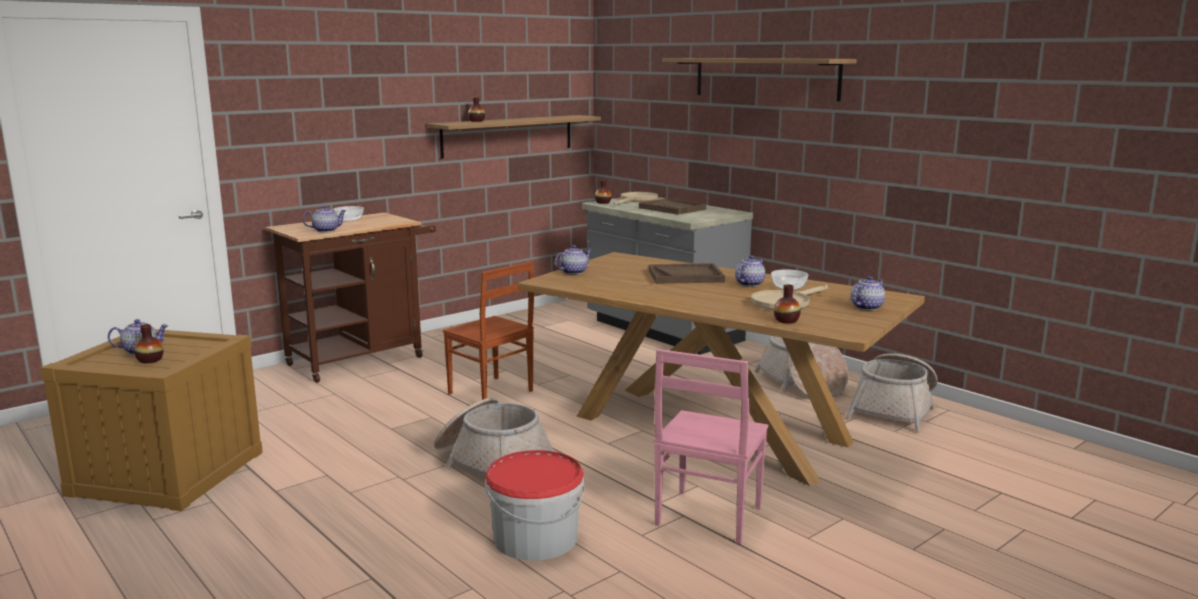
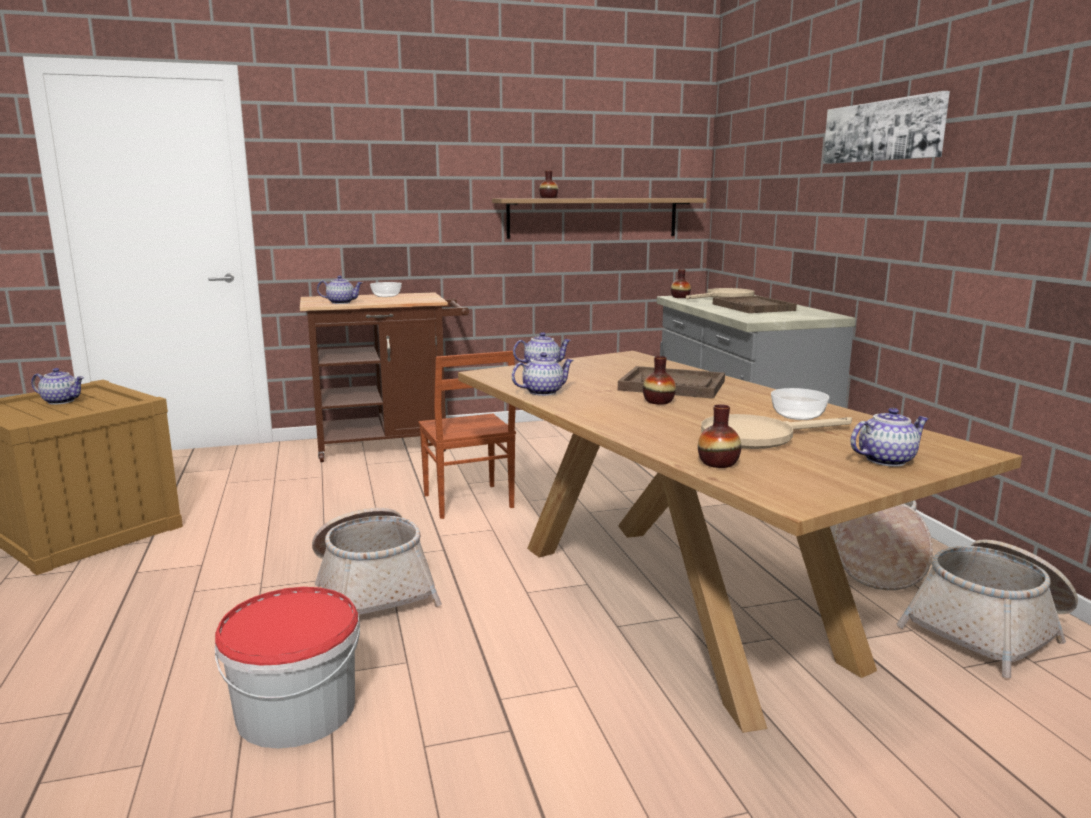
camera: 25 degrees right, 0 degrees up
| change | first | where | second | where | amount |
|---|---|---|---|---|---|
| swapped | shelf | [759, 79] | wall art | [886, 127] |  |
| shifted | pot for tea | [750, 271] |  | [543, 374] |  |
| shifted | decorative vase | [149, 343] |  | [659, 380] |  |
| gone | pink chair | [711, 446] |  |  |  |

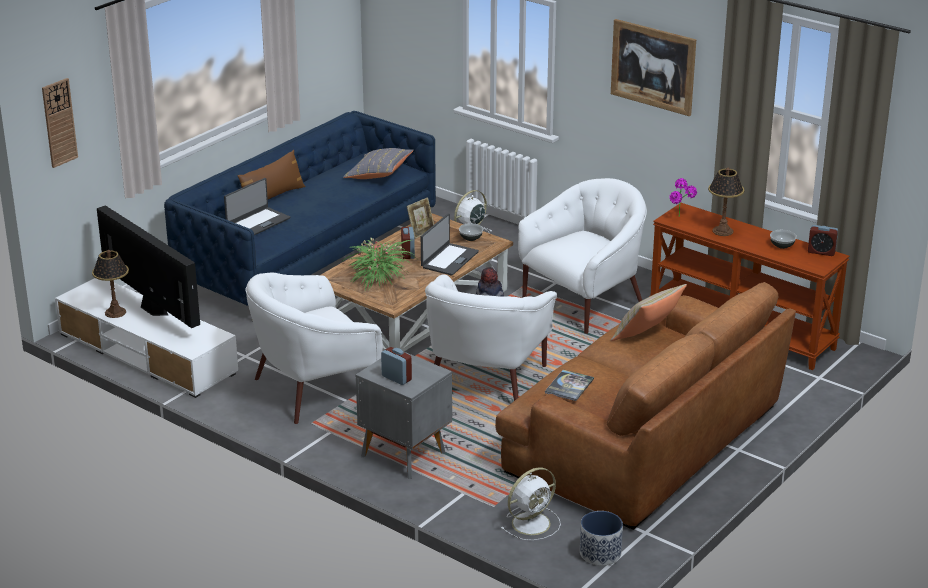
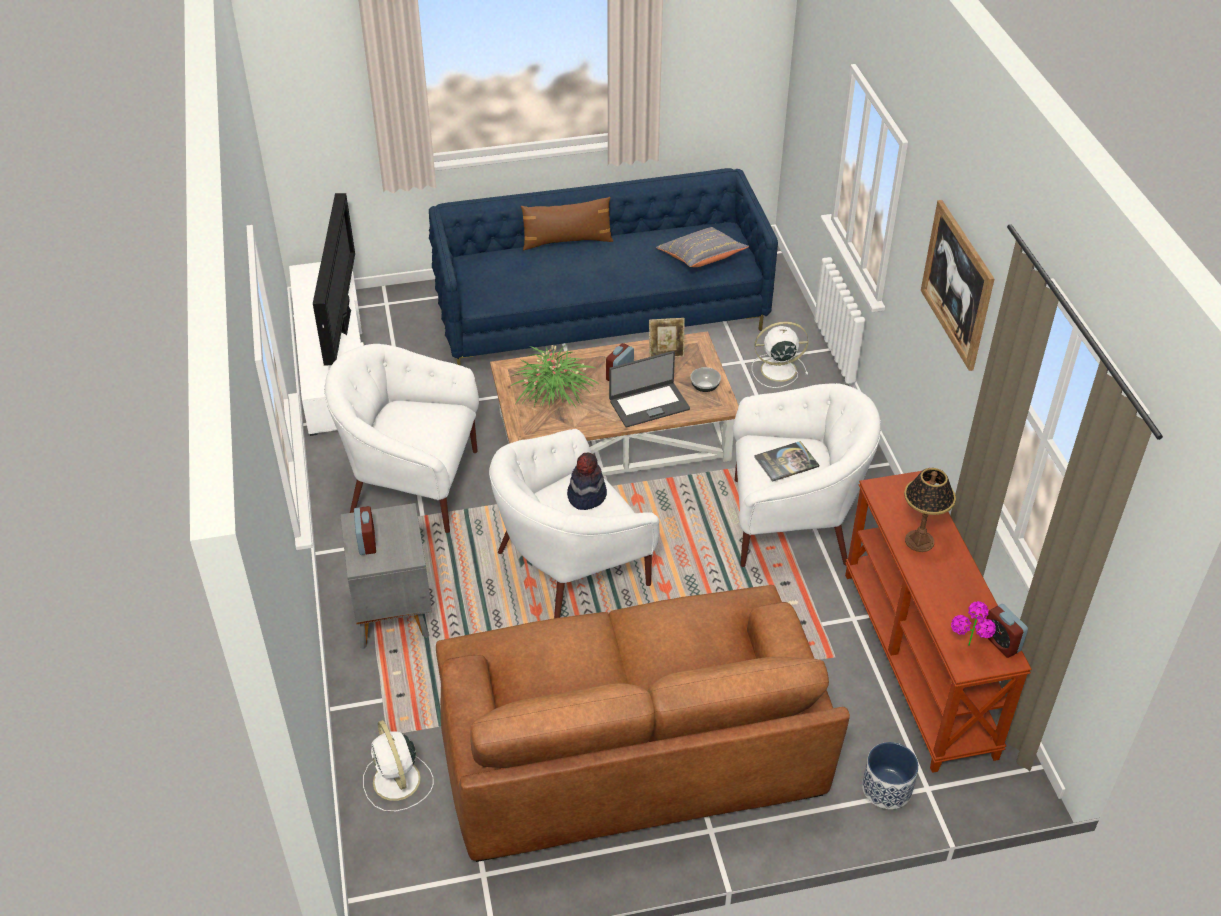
camera: 40 degrees right, 15 degrees up
| change | first | where | second | where | amount |
|---|---|---|---|---|---|
| gone | hanging clock | [60, 123] |  |  |  |
| gone | portable computer | [257, 206] |  |  |  |
| shifted | houseplant | [683, 197] |  | [973, 623] |  |
| gone | serving bowl | [783, 239] |  |  |  |
| gone | lamp for a table | [110, 284] |  |  |  |
| gone | beige pillow | [649, 312] |  |  |  |
| shifted | book | [569, 385] |  | [786, 461] |  |
| rotated | whitish cooling fan | [530, 504] |  | [398, 766] | 60 degrees clockwise |
| shifted | flower pot | [601, 538] |  | [890, 775] |  |

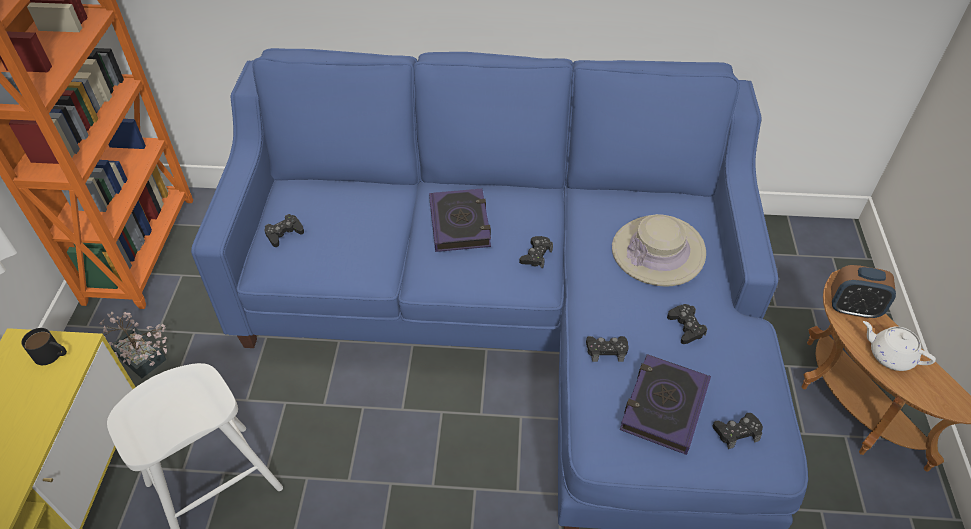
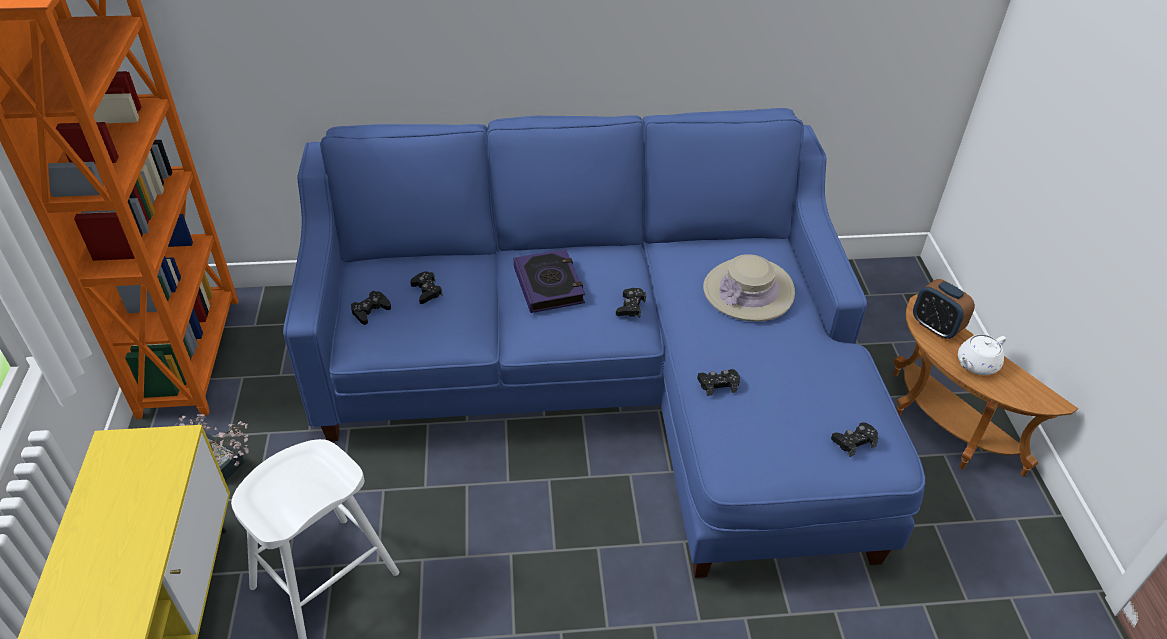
camera: 10 degrees left, 5 degrees down
| change | first | where | second | where | amount |
|---|---|---|---|---|---|
| rotated | table clock | [863, 292] |  | [944, 309] | 45 degrees clockwise |
| shifted | black-coloured joypad | [687, 324] |  | [426, 287] |  |
| rotated | whitish pot for tea | [899, 346] |  | [982, 354] | 60 degrees counterclockwise |
| gone | black-coloured coffee mug | [44, 346] |  |  |  |
| gone | book | [665, 404] |  |  |  |

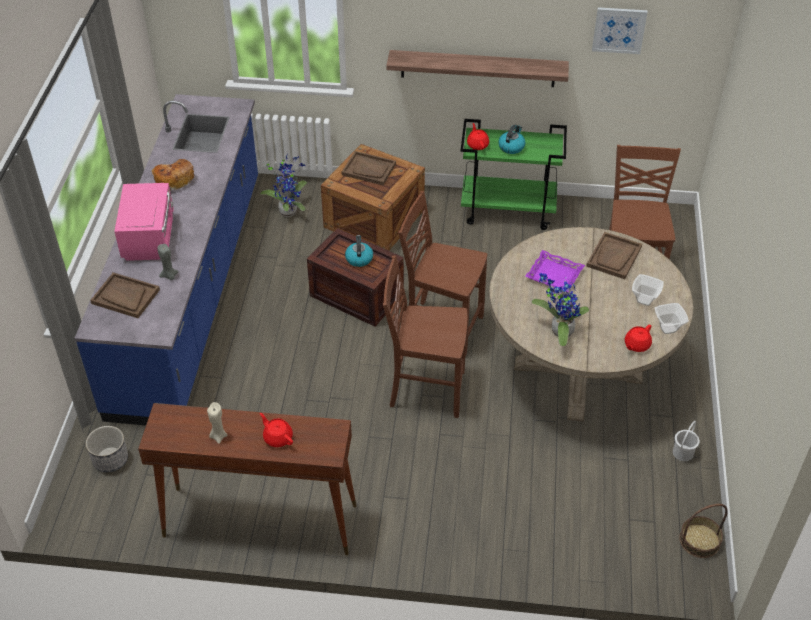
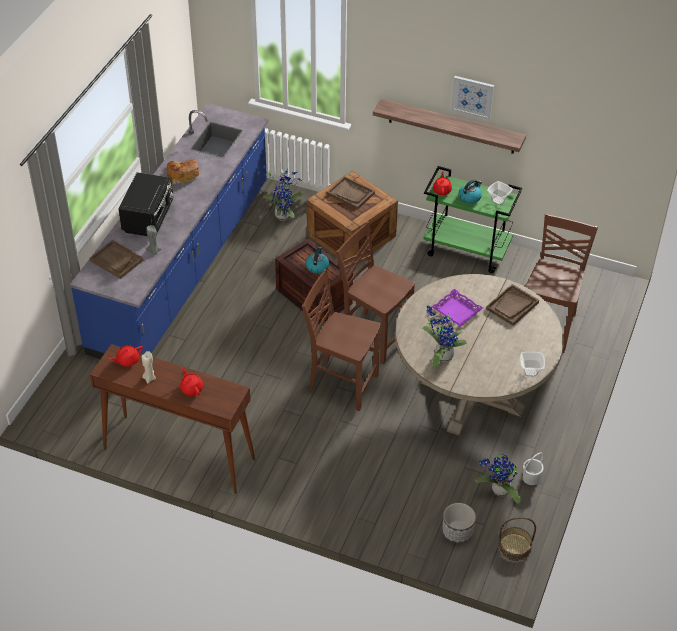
camera: 15 degrees right, 0 degrees up
| change | first | where | second | where | amount |
|---|---|---|---|---|---|
| shifted | wall art | [619, 30] |  | [472, 98] |  |
| repainted | pink microwave oven | [144, 222] | black-coloured microwave oven | [146, 204] |  |
| shifted | serving bowl | [648, 290] |  | [500, 193] |  |
| shifted | red pot for tea | [638, 338] |  | [126, 356] |  |
| shifted | flower pot | [107, 449] |  | [459, 523] |  |
| new |  |  | houseplant | [498, 477] |  |

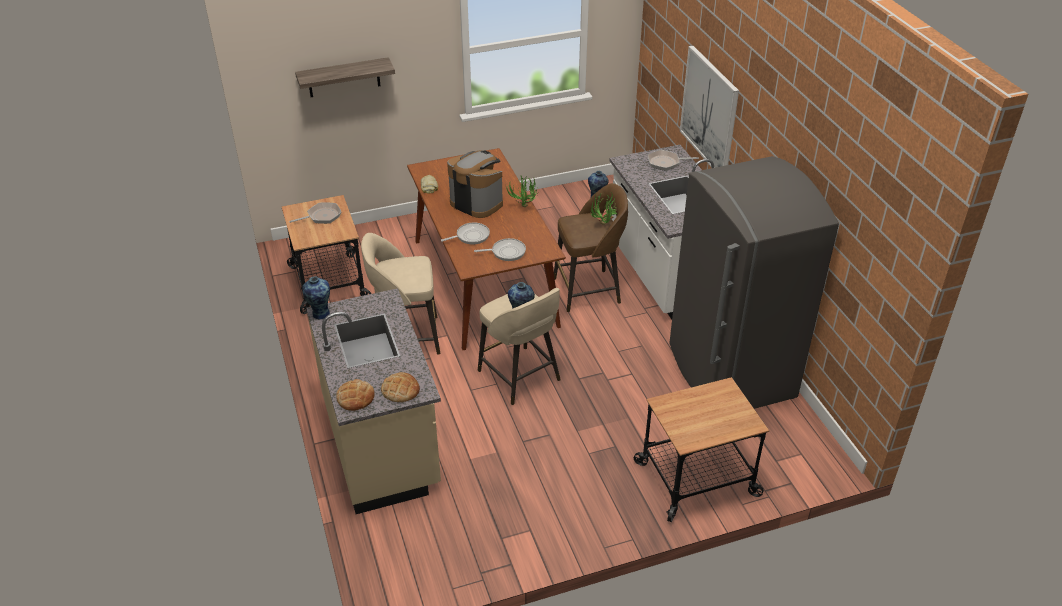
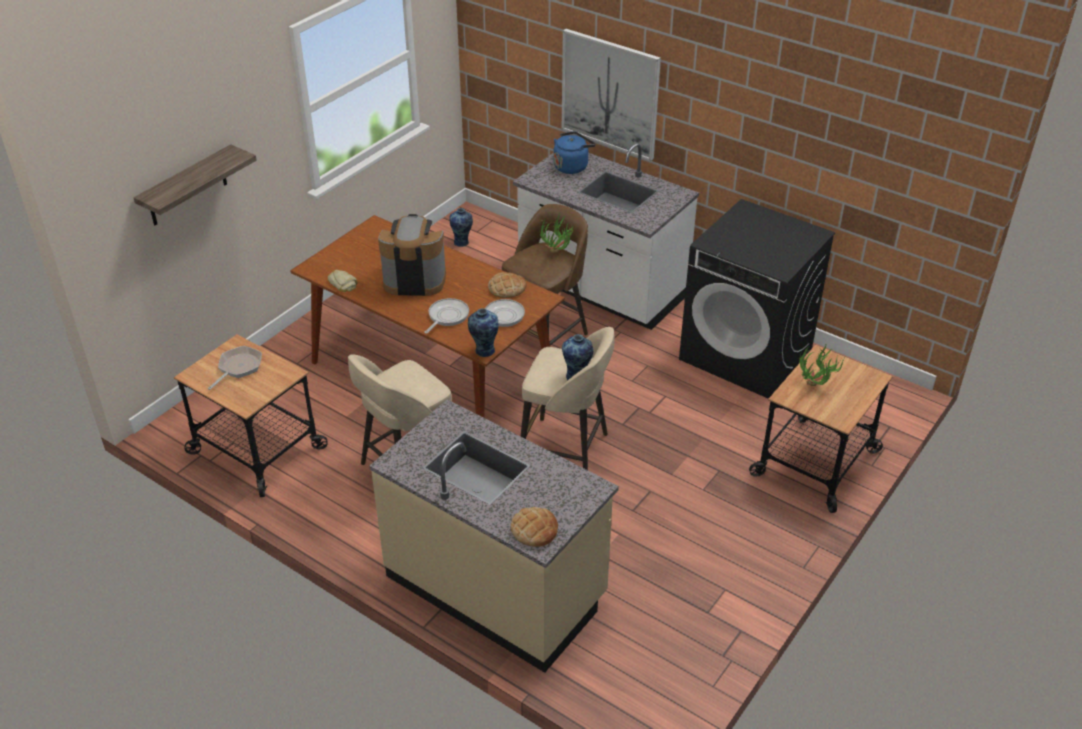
camera: 35 degrees left, 0 degrees up
| change | first | where | second | where | amount |
|---|---|---|---|---|---|
| swapped | pan | [673, 160] | blue water kettle | [574, 152] |  |
| swapped | greyish fridge | [754, 282] | black-coloured laundry appliance | [757, 299] |  |
| shifted | houseplant | [521, 191] |  | [821, 365] |  |
| shifted | decorative vase | [316, 298] |  | [483, 332] |  |
| shifted | bakery bread | [400, 387] |  | [507, 285] |  |

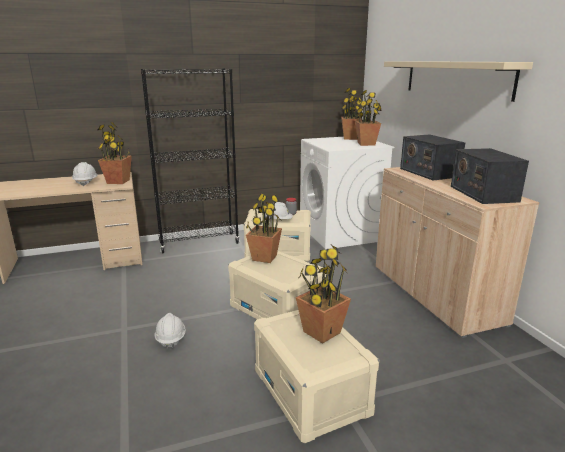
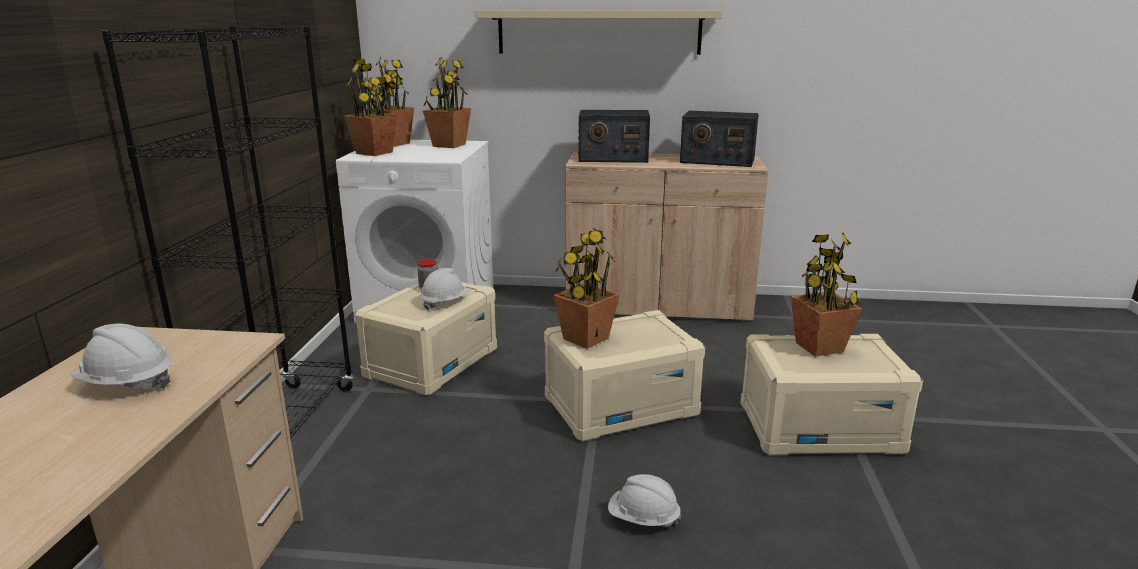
camera: 65 degrees left, 0 degrees up
| change | first | where | second | where | amount |
|---|---|---|---|---|---|
| shifted | houseplant | [115, 153] |  | [371, 107] |  |

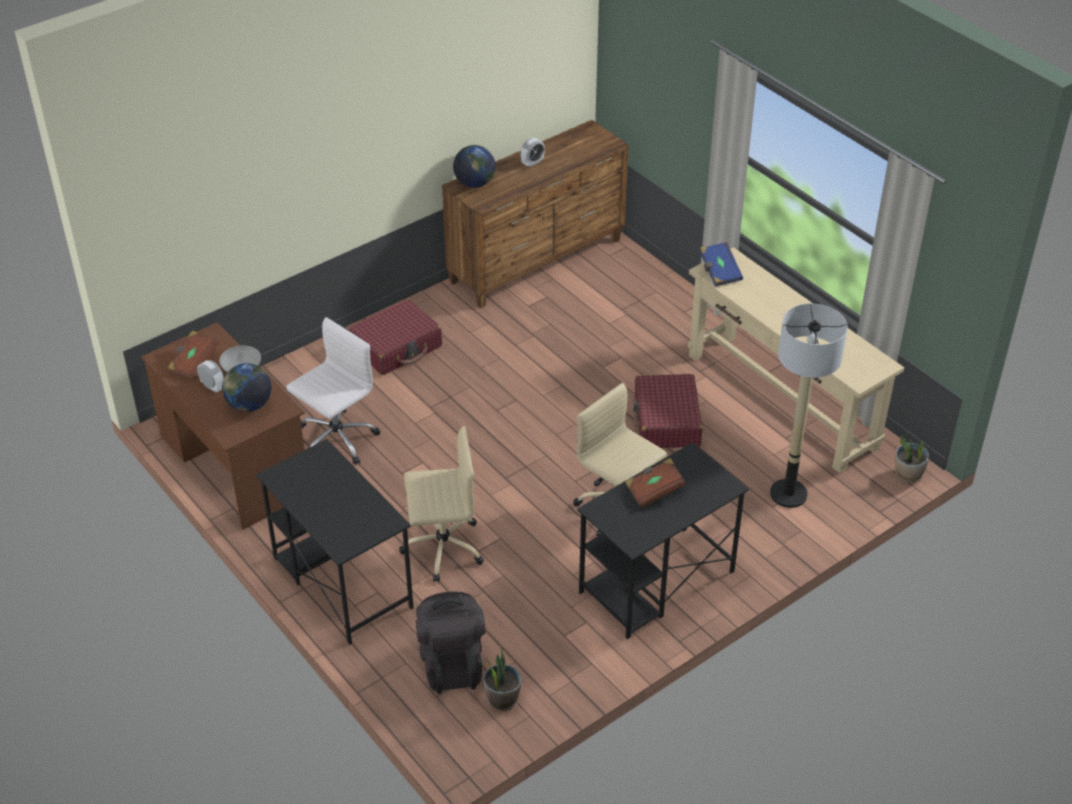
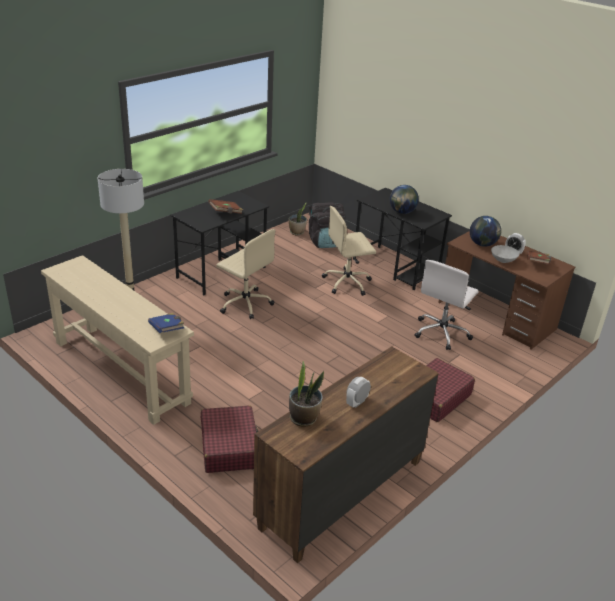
camera: 170 degrees right, 10 degrees down
| change | first | where | second | where | amount |
|---|---|---|---|---|---|
| shifted | world globe | [474, 166] |  | [404, 199] |  |
| shifted | red travel case | [668, 411] |  | [229, 439] |  |
| shifted | houseplant | [912, 459] |  | [306, 394] |  |

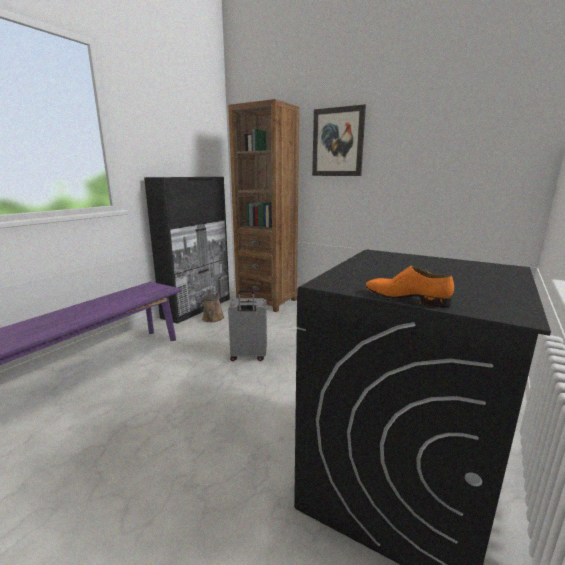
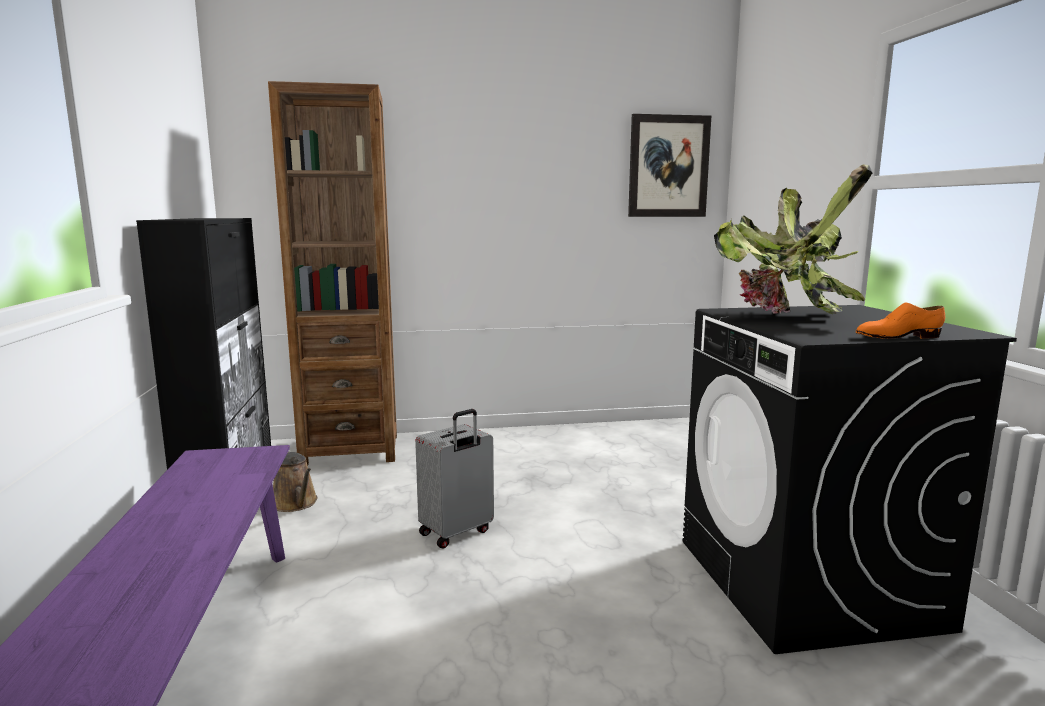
camera: 40 degrees left, 5 degrees down
| change | first | where | second | where | amount |
|---|---|---|---|---|---|
| shifted | wall art | [339, 140] |  | [669, 165] |  |
| new |  |  | houseplant | [793, 239] |  |

